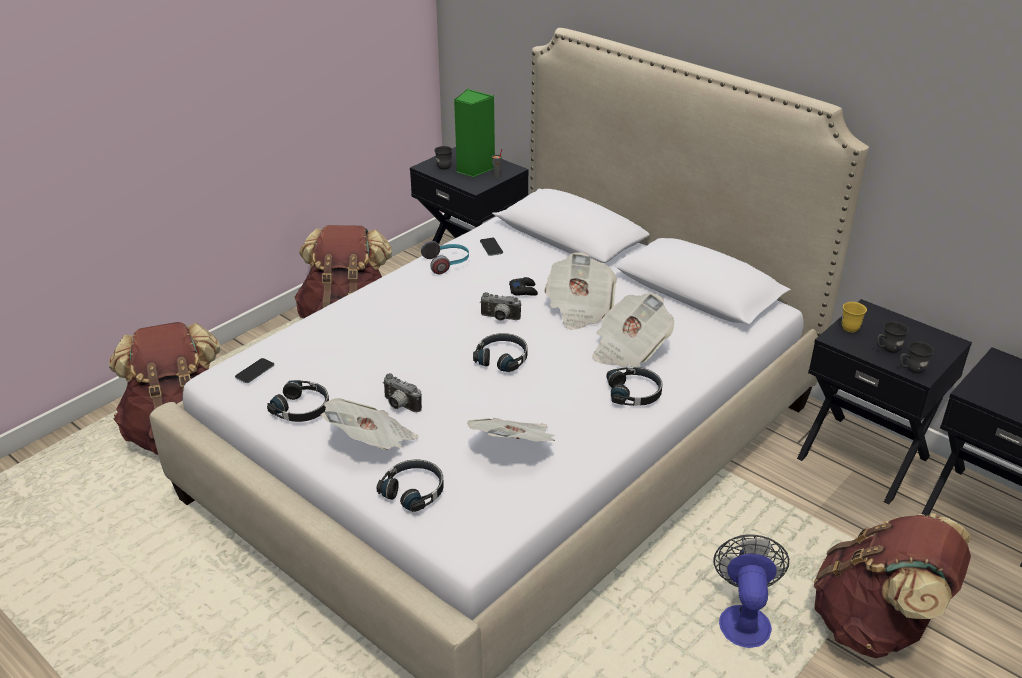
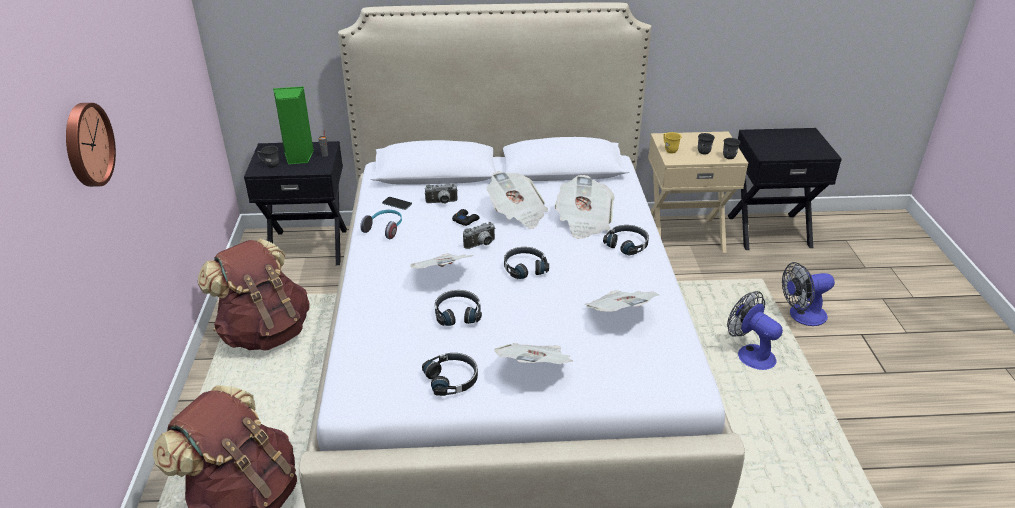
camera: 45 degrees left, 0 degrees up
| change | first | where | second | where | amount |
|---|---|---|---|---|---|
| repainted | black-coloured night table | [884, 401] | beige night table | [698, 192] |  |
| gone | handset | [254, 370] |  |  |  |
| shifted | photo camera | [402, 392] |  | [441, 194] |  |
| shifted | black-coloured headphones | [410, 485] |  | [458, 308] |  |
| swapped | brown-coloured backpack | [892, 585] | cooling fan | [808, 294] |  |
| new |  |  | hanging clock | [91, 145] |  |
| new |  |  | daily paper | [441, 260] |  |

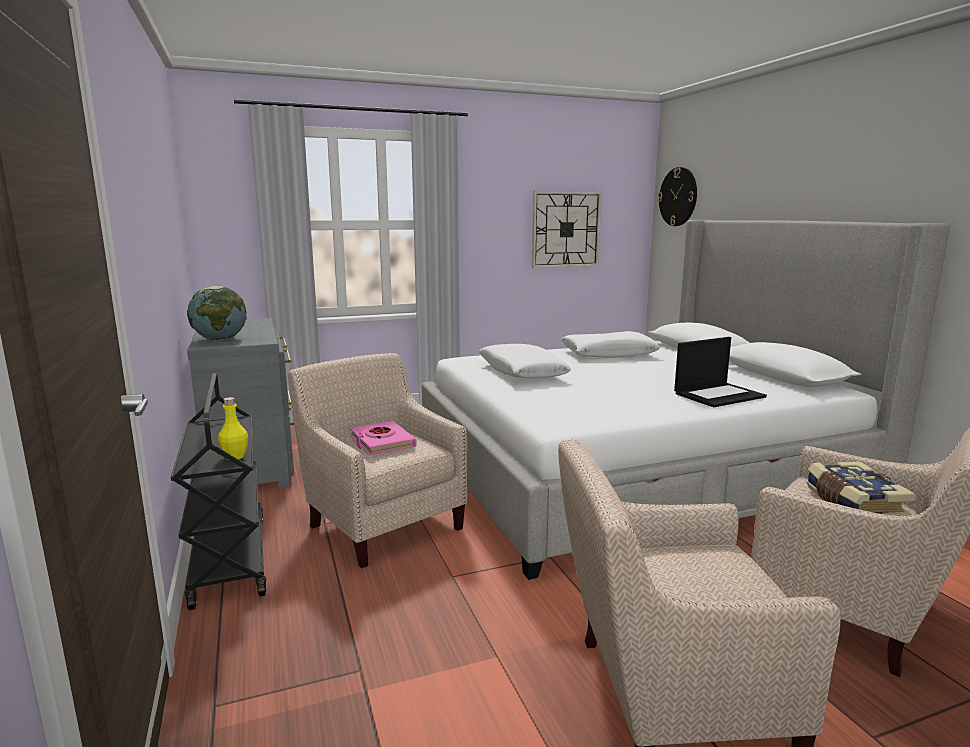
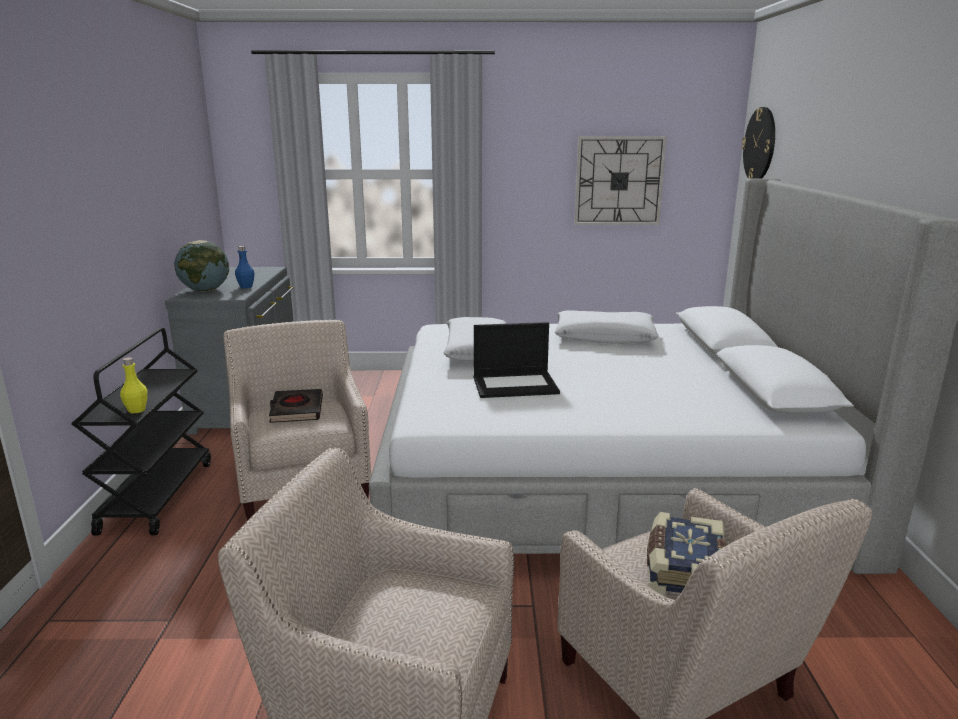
camera: 20 degrees right, 5 degrees up
| change | first | where | second | where | amount |
|---|---|---|---|---|---|
| shifted | portable computer | [720, 372] |  | [517, 360] |  |
| repainted | pink book | [383, 438] | black-coloured book | [296, 406] |  |
| new |  |  | blue bottle | [244, 267] |  |

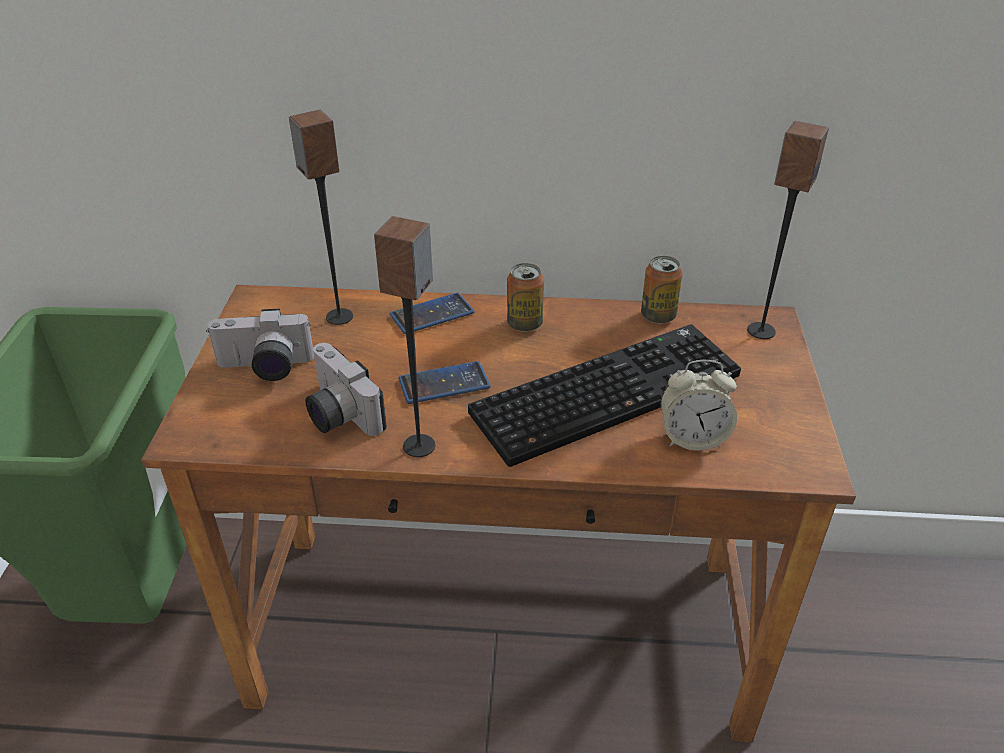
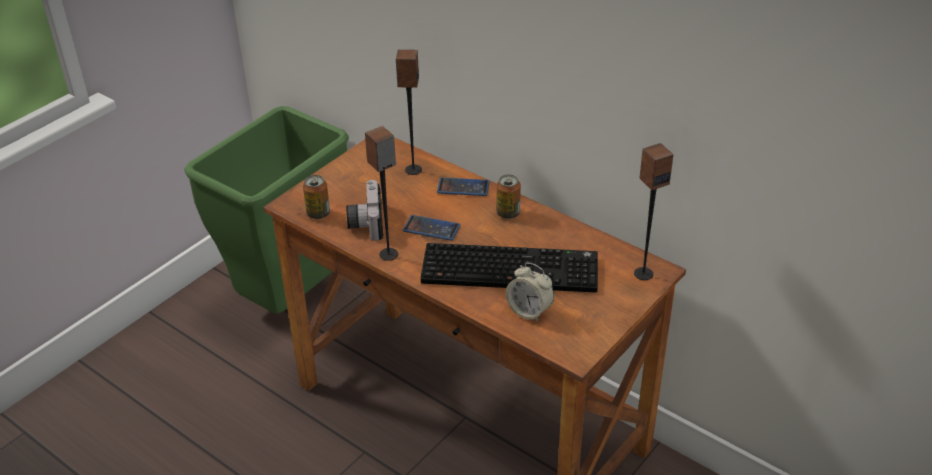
camera: 35 degrees right, 0 degrees up
| change | first | where | second | where | amount |
|---|---|---|---|---|---|
| shifted | metal can | [662, 290] |  | [316, 197] |  |
| gone | photo camera | [260, 344] |  |  |  |

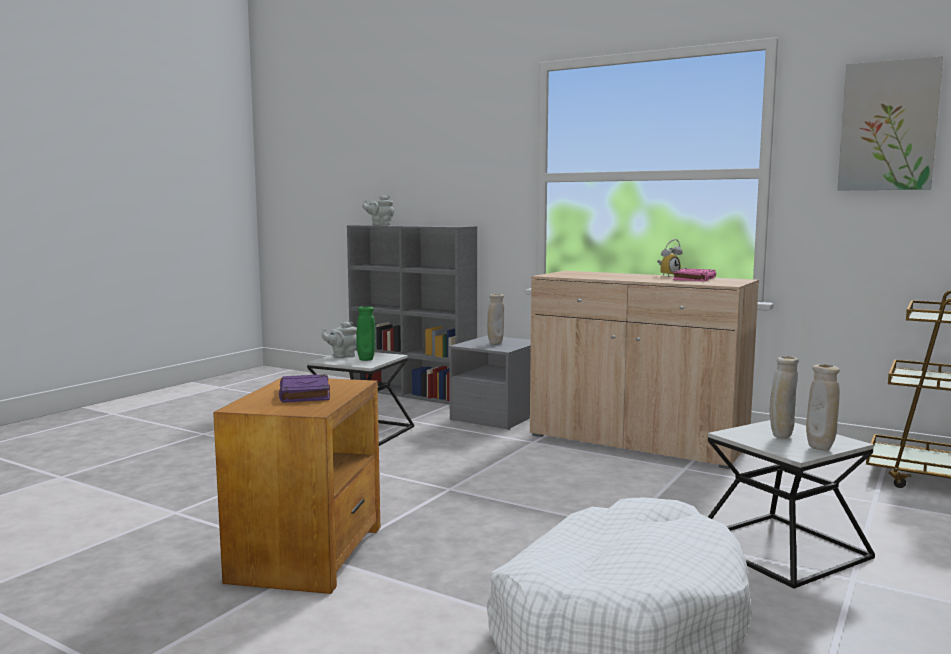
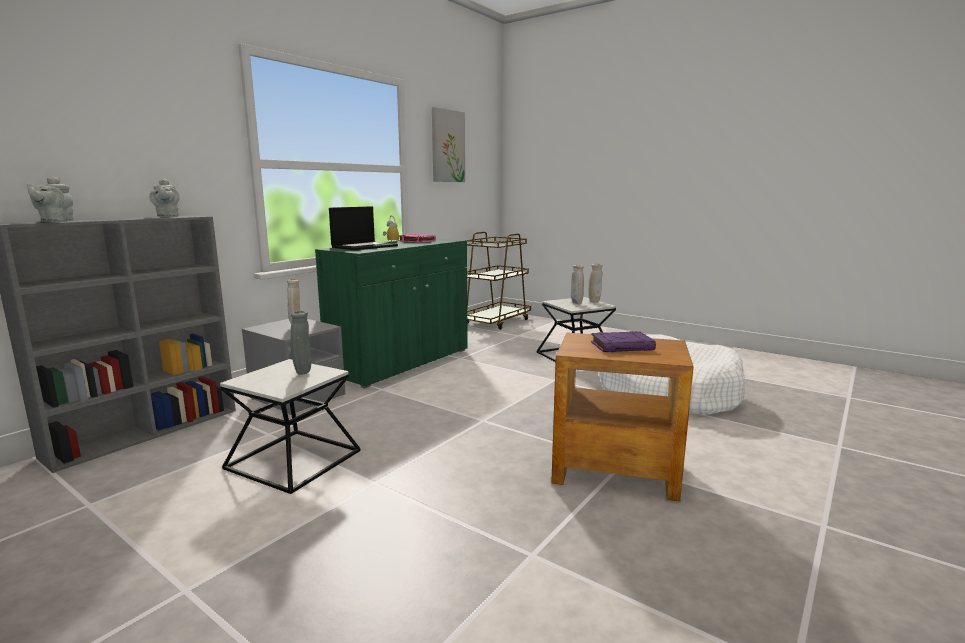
camera: 85 degrees left, 5 degrees up
| change | first | where | second | where | amount |
|---|---|---|---|---|---|
| repainted | beige storage cabinet | [644, 370] | greenish storage cabinet | [391, 313] |  |
| repainted | greenish decorative vase | [366, 333] | greyish decorative vase | [301, 343] |  |
| shifted | greyish pot for tea | [339, 339] |  | [164, 197] |  |
| new |  |  | portable computer | [363, 228] |  |

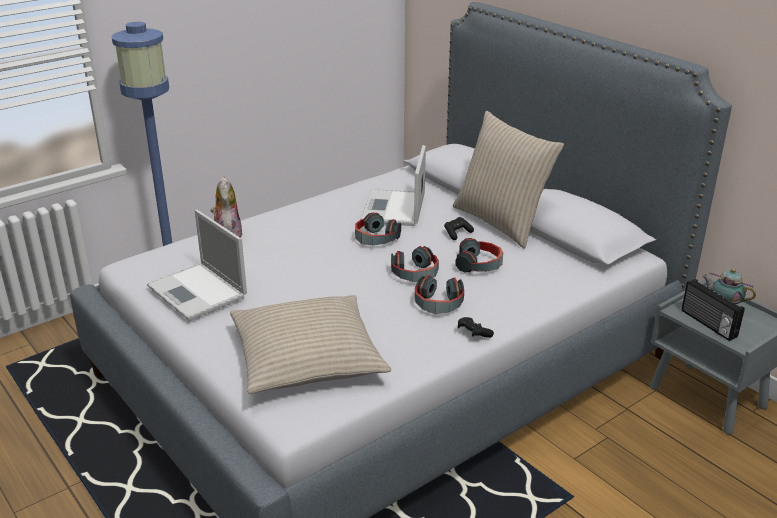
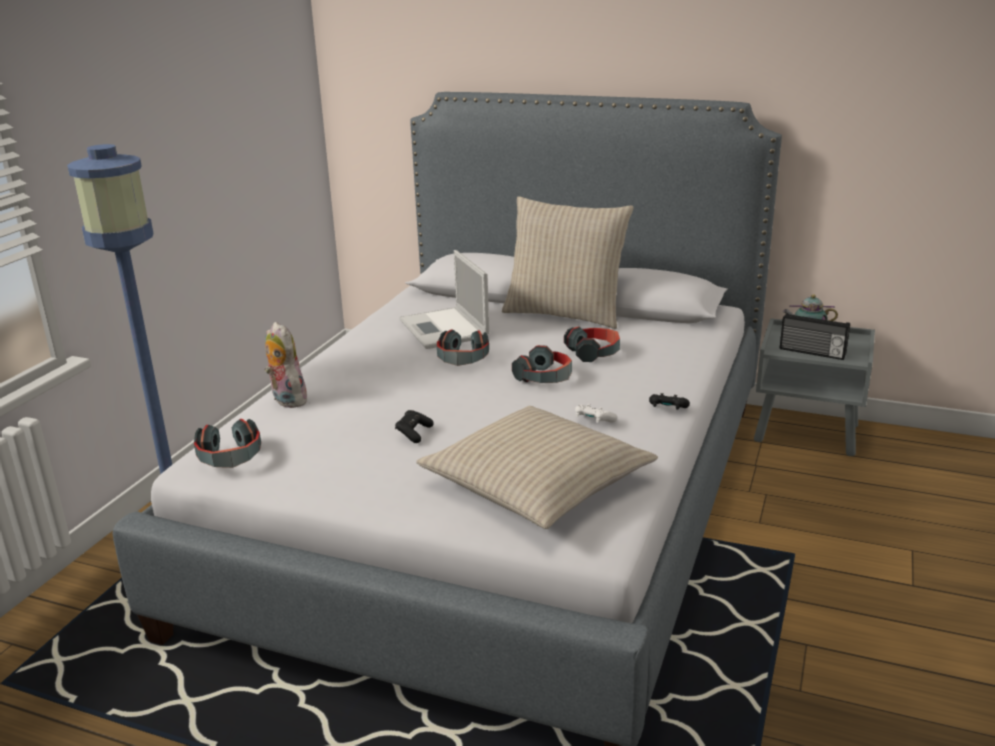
camera: 30 degrees left, 5 degrees down
| change | first | where | second | where | amount |
|---|---|---|---|---|---|
| gone | portable computer | [197, 265] |  |  |  |
| shifted | black-coloured joypad | [459, 228] |  | [414, 426] |  |
| shifted | headphones | [439, 294] |  | [227, 443] |  |
| new |  |  | whitish joypad | [596, 413] |  |

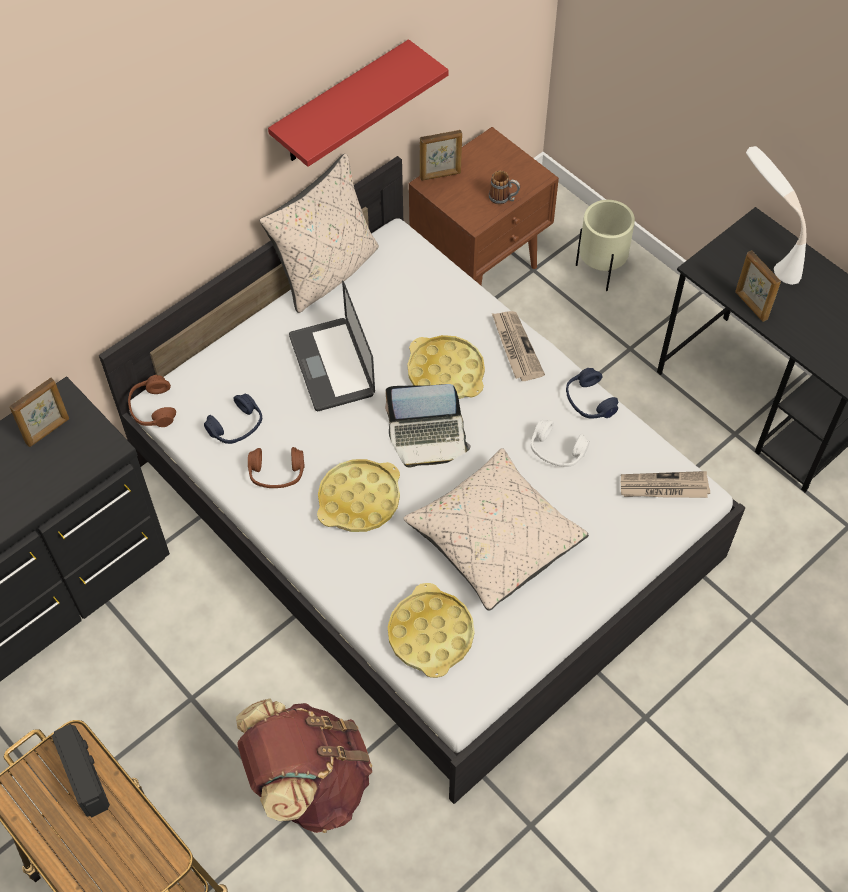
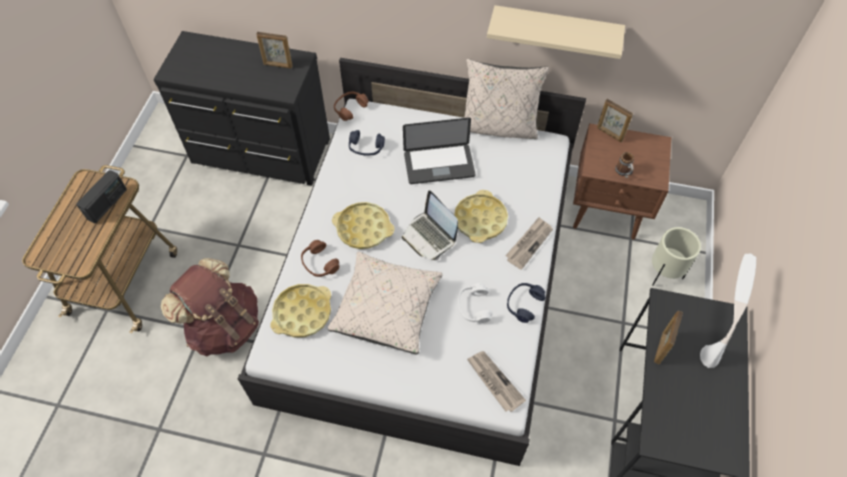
camera: 55 degrees right, 0 degrees up
| change | first | where | second | where | amount |
|---|---|---|---|---|---|
| repainted | red shelf | [358, 103] | beige shelf | [556, 32] |  |
| rotated | portable computer | [332, 346] |  | [439, 151] | 135 degrees counterclockwise |
| shifted | brown-coloured headphones | [276, 467] |  | [320, 258] |  |

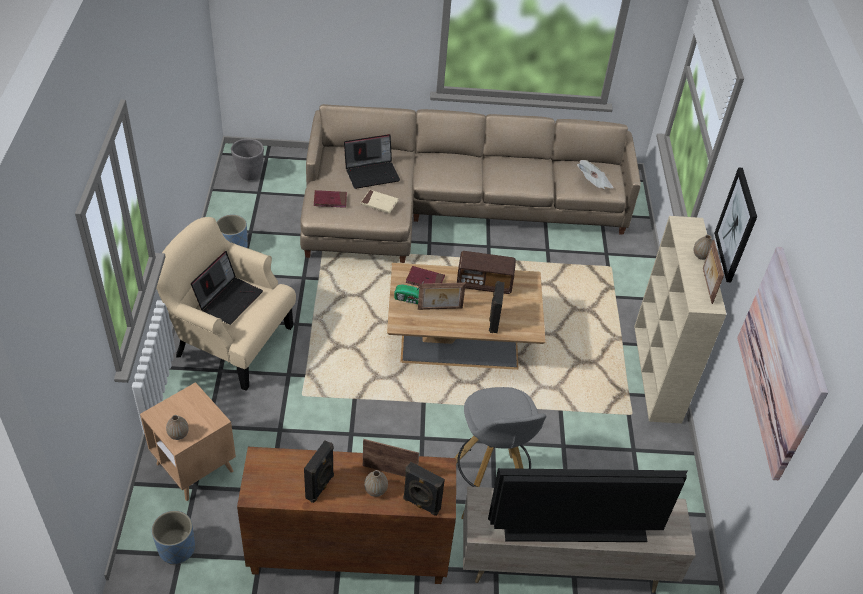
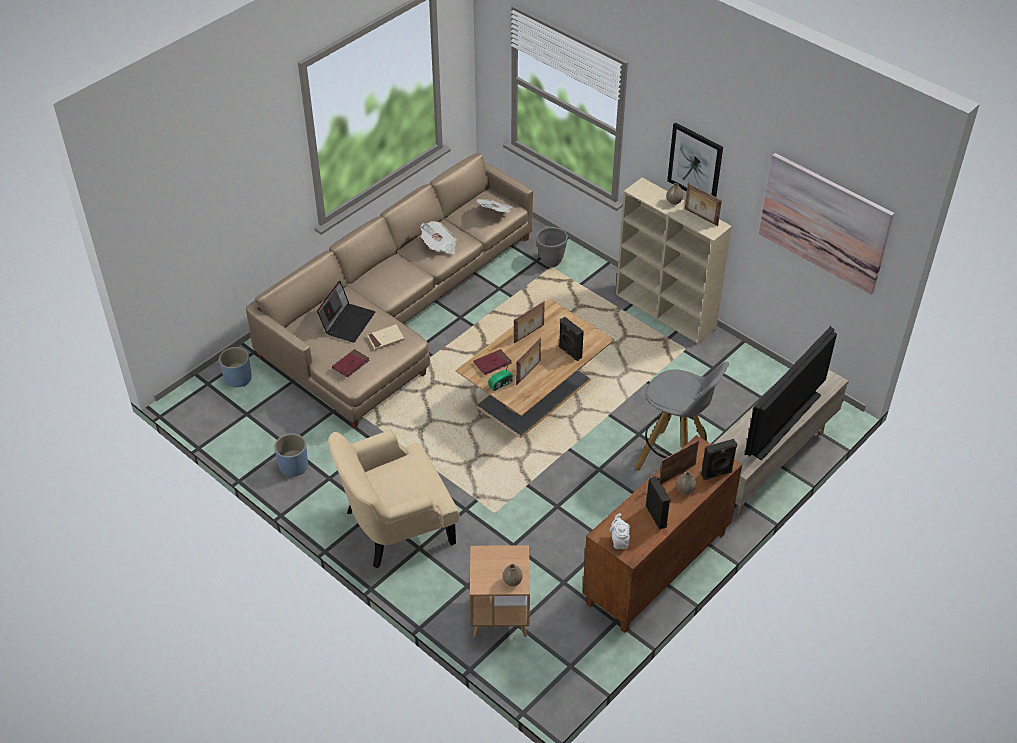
camera: 45 degrees left, 0 degrees up
| change | first | where | second | where | amount |
|---|---|---|---|---|---|
| shifted | greyish flower pot | [247, 159] |  | [552, 247] |  |
| gone | portable computer | [227, 288] |  |  |  |
| swapped | radio set | [486, 272] | picture frame | [529, 322] |  |
| shifted | blue flower pot | [173, 538] |  | [235, 367] |  |
| new |  |  | daily paper | [439, 238] |  |
| new |  |  | whitish pot for tea | [619, 531] |  |

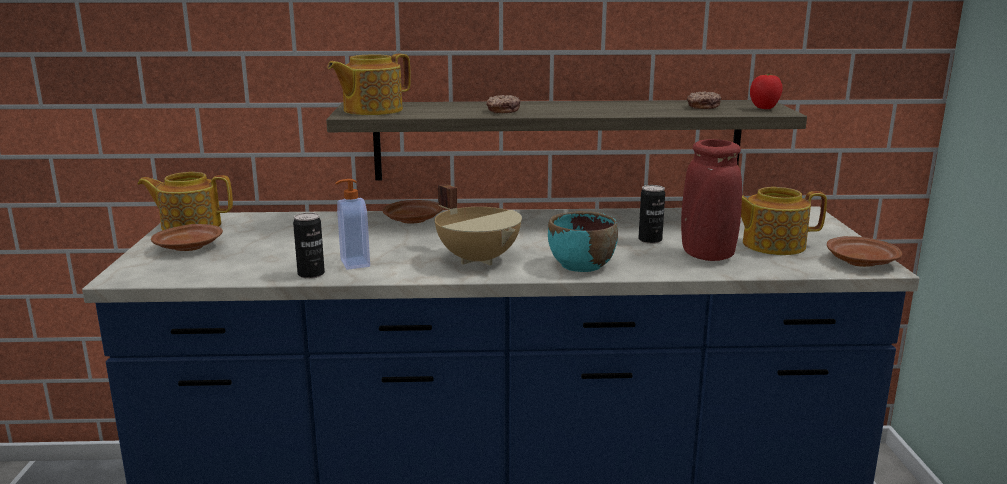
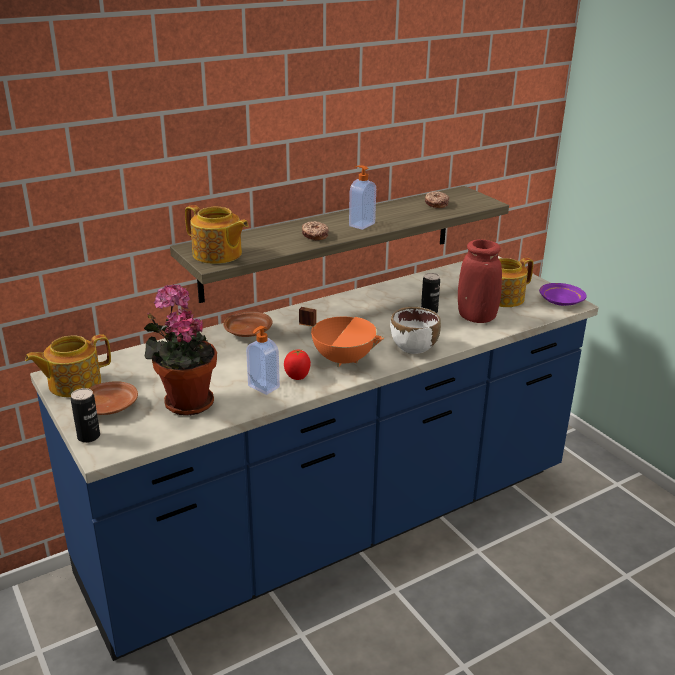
camera: 30 degrees left, 10 degrees up
| change | first | where | second | where | amount |
|---|---|---|---|---|---|
| rotated | pot for tea | [369, 84] |  | [217, 234] | 75 degrees counterclockwise |
| shifted | tomato | [766, 91] |  | [297, 365] |  |
| repainted | beige stockpot | [478, 224] | orangey stockpot | [341, 337] |  |
| repainted | turquoise serving bowl | [583, 241] | whitish serving bowl | [415, 330] |  |
| shifted | metal can | [309, 245] |  | [85, 415] |  |
| repainted | brown-coloured plate | [864, 251] | purplish plate | [563, 294] |  |
| new |  |  | liquid soap bottle | [362, 197] |  |
| new |  |  | houseplant | [180, 350] |  |

